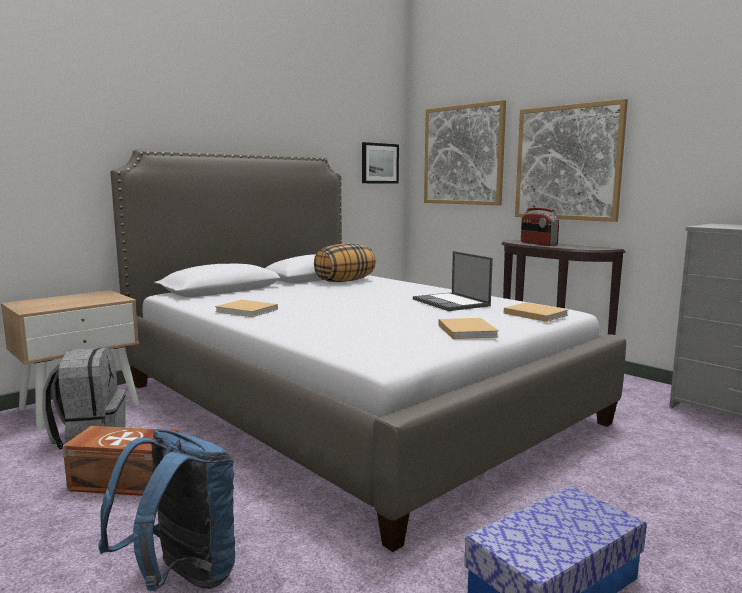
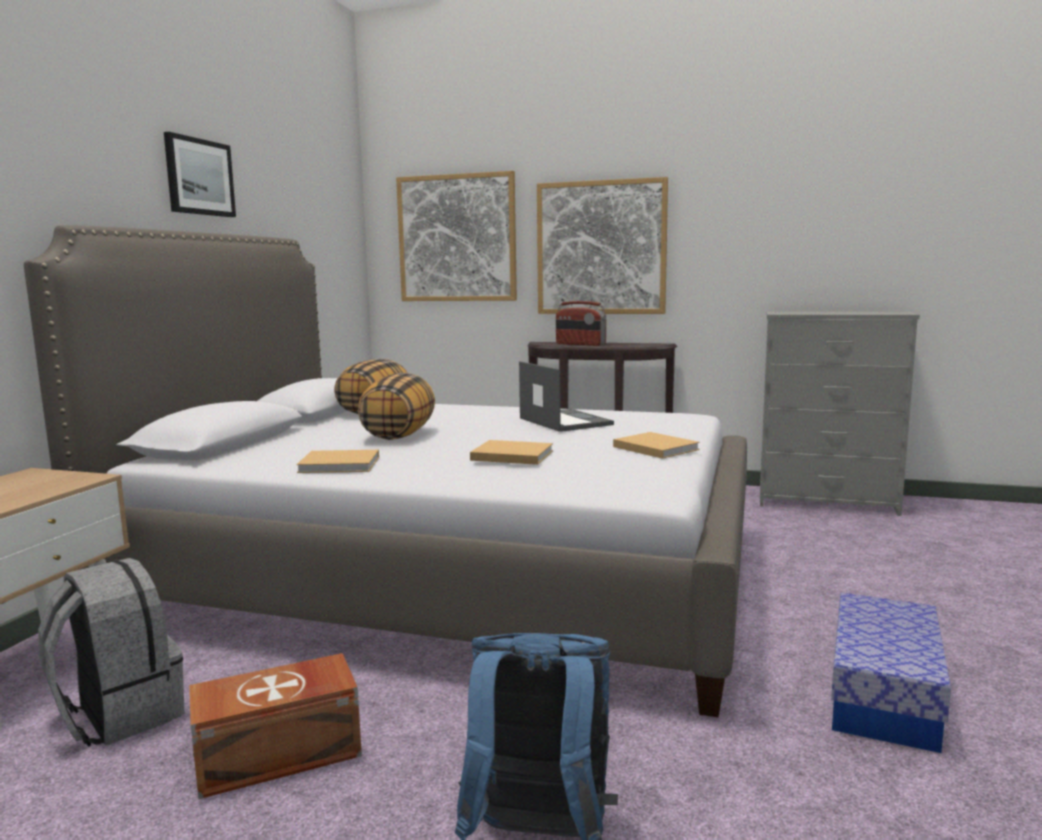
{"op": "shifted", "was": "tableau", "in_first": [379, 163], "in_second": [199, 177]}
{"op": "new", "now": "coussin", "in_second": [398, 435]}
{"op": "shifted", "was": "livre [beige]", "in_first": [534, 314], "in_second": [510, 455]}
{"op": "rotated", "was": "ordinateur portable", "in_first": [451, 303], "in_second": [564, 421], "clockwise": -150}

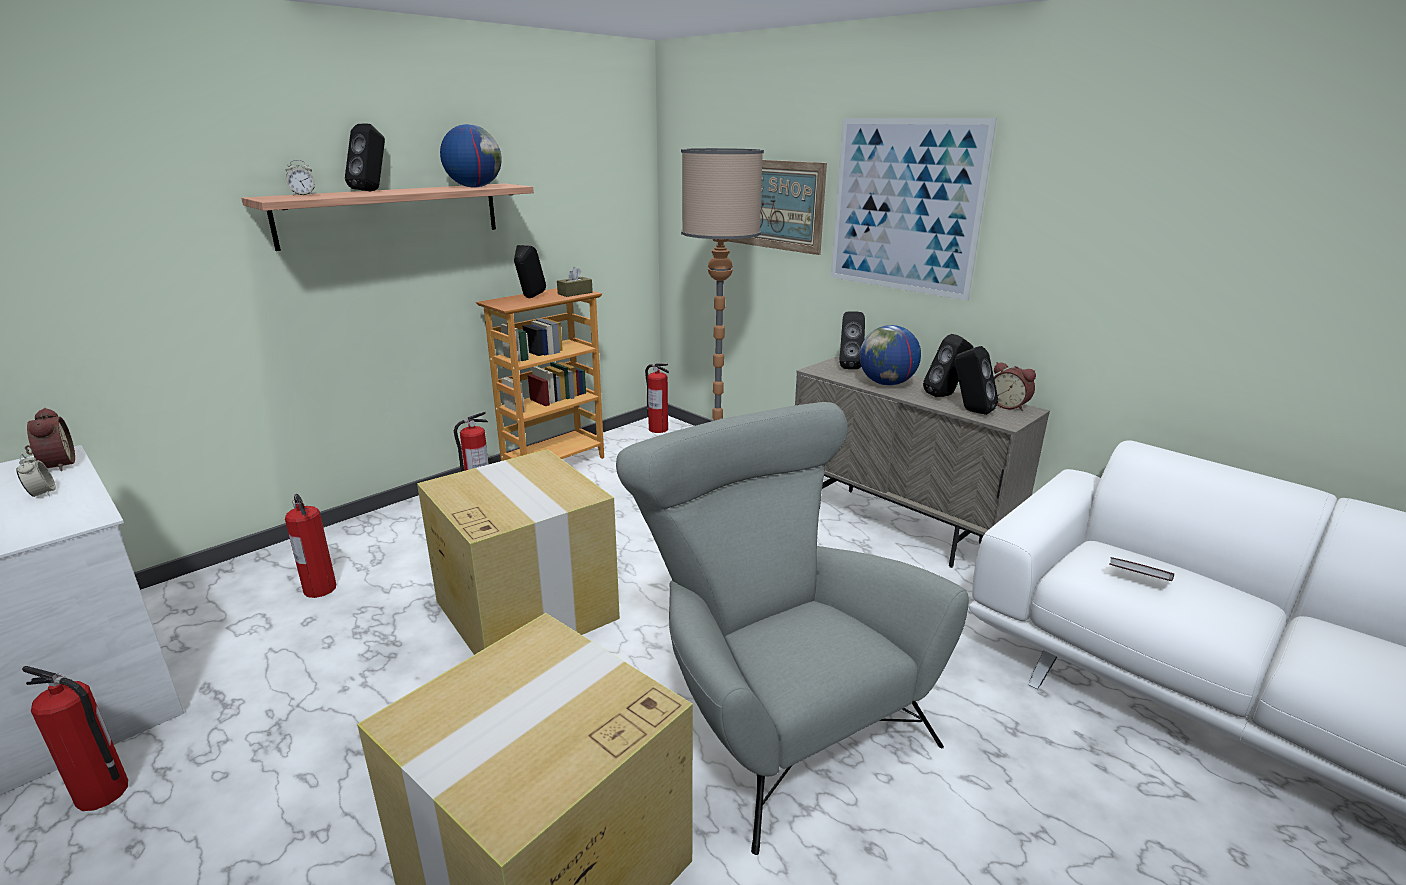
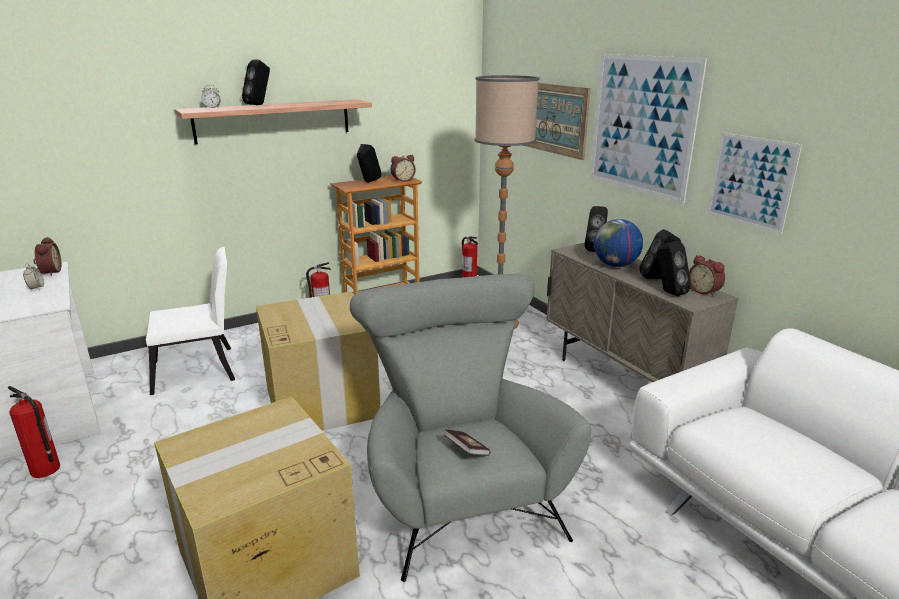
{"op": "swapped", "was": "extincteur", "now": "chaise [blanc]", "in_first": [320, 588], "in_second": [200, 370]}
{"op": "swapped", "was": "boîte à mouchoirs [marron]", "now": "réveil", "in_first": [575, 293], "in_second": [402, 180]}
{"op": "shifted", "was": "livre", "in_first": [1138, 579], "in_second": [466, 450]}
{"op": "new", "now": "tableau", "in_second": [751, 181]}
{"op": "gone", "was": "globe", "in_first": [474, 187]}

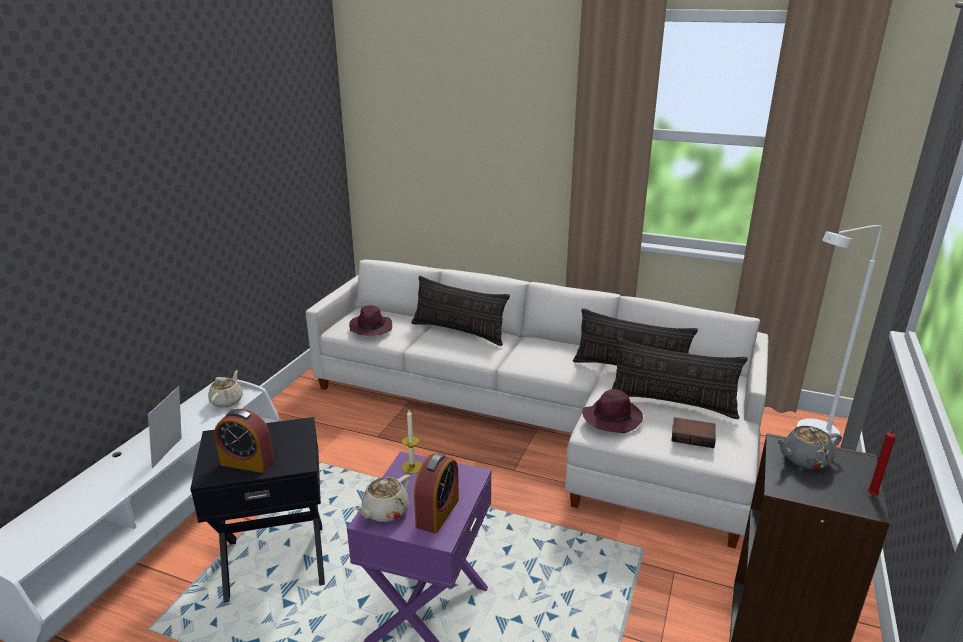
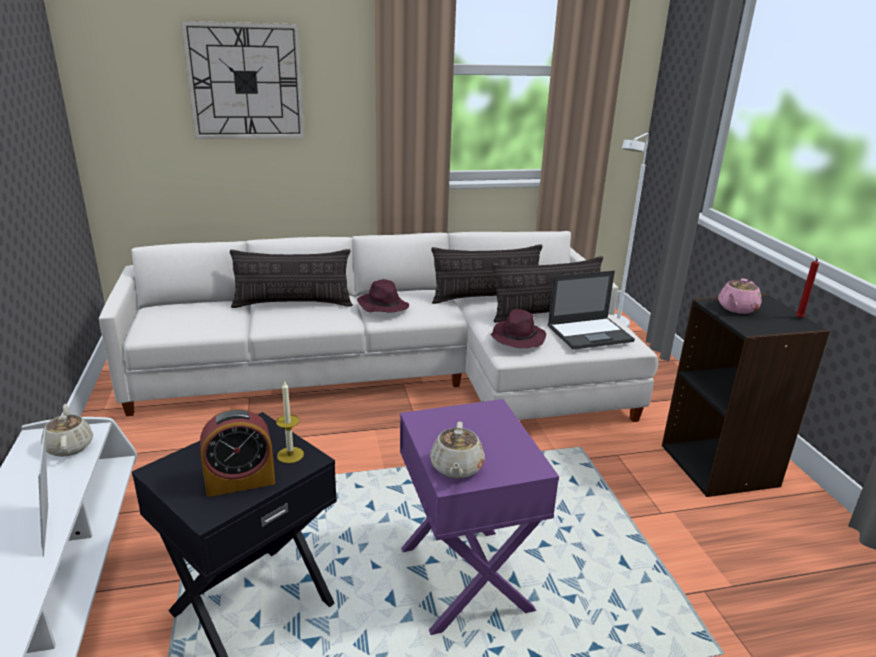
{"op": "new", "now": "horloge murale", "in_second": [245, 82]}
{"op": "shifted", "was": "bougie", "in_first": [412, 467], "in_second": [290, 455]}
{"op": "shifted", "was": "chapeau [violet]", "in_first": [370, 328], "in_second": [382, 306]}
{"op": "swapped", "was": "livre", "now": "ordinateur portable", "in_first": [693, 436], "in_second": [590, 333]}
{"op": "repainted", "was": "théière [gris]", "now": "théière [rose]", "in_first": [804, 459], "in_second": [736, 308]}
{"op": "gone", "was": "réveil", "in_first": [437, 513]}

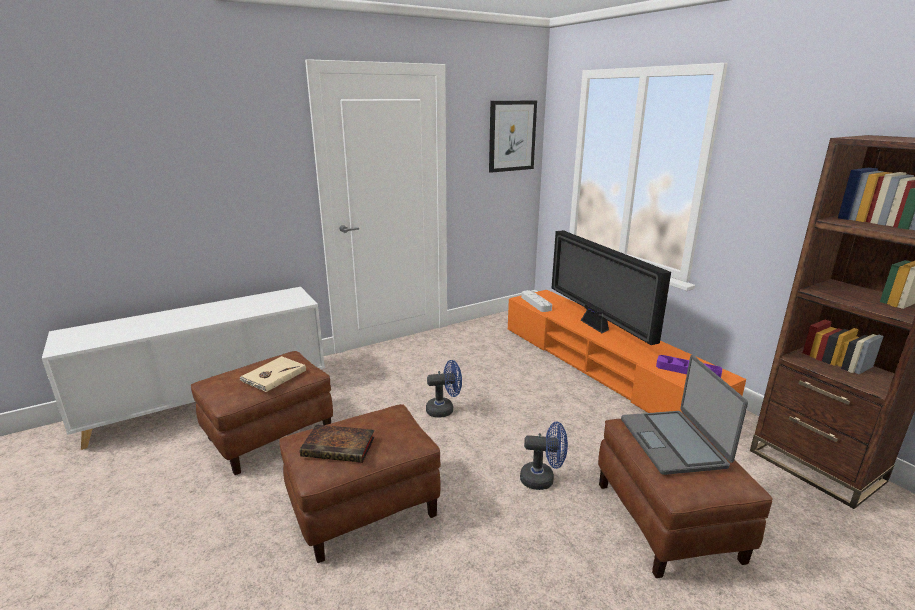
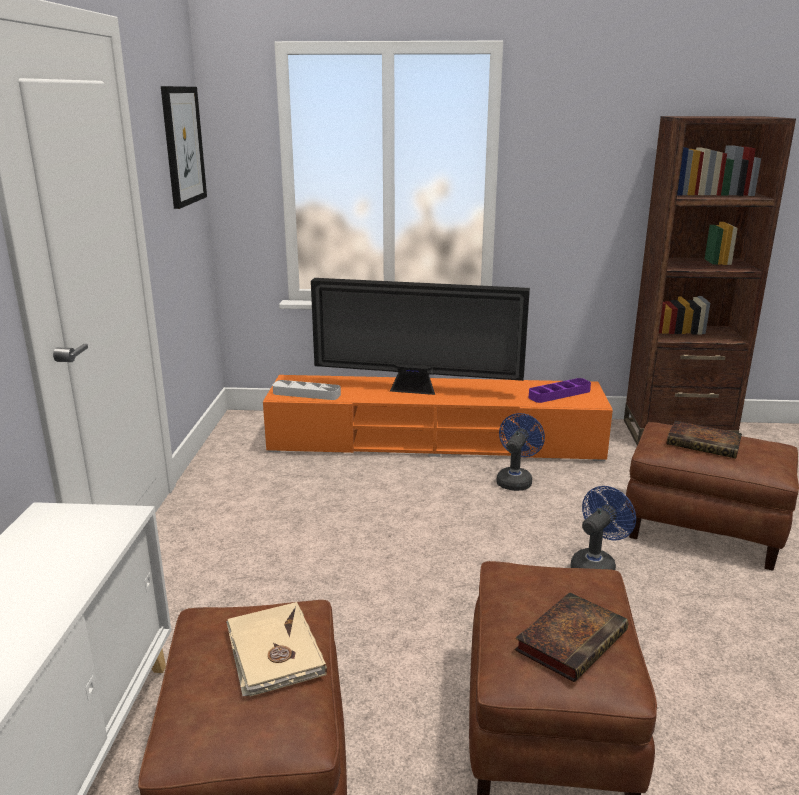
{"op": "shifted", "was": "ventilateur [bleu]", "in_first": [444, 409], "in_second": [515, 480]}
{"op": "swapped", "was": "ordinateur portable", "now": "livre", "in_first": [673, 442], "in_second": [705, 444]}

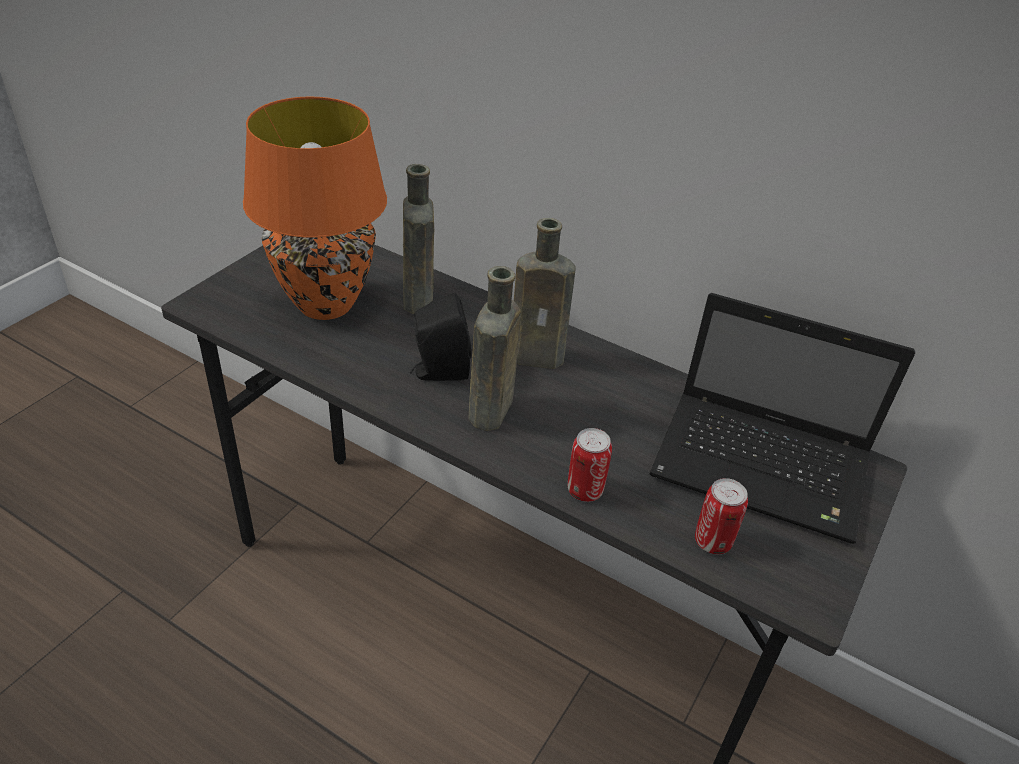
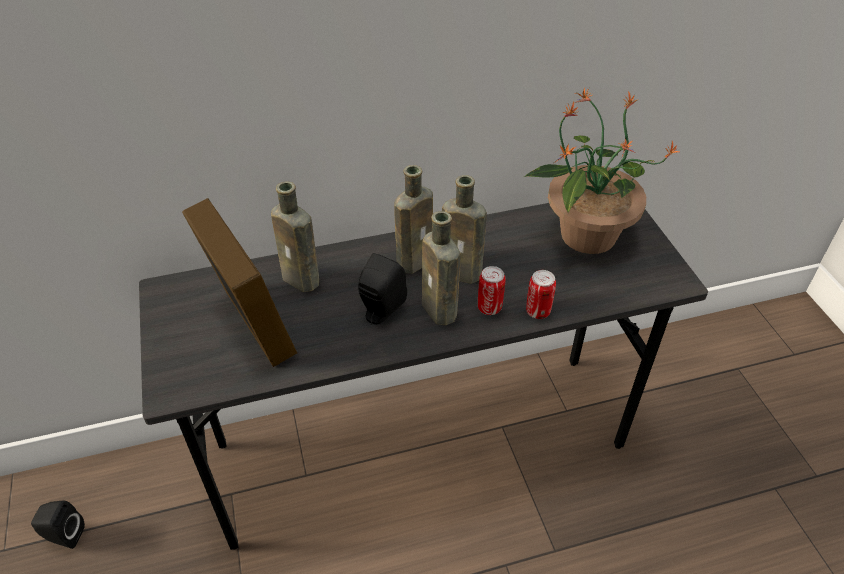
{"op": "new", "now": "enceinte [noir]", "in_second": [64, 536]}
{"op": "swapped", "was": "lampe de table [orange]", "now": "cadre photo", "in_first": [326, 303], "in_second": [251, 326]}
{"op": "new", "now": "bouteille [marron]", "in_second": [464, 273]}
{"op": "shifted", "was": "boîte métallique", "in_first": [712, 542], "in_second": [489, 308]}
{"op": "swapped", "was": "ordinateur portable", "now": "plante en pot", "in_first": [765, 468], "in_second": [586, 235]}

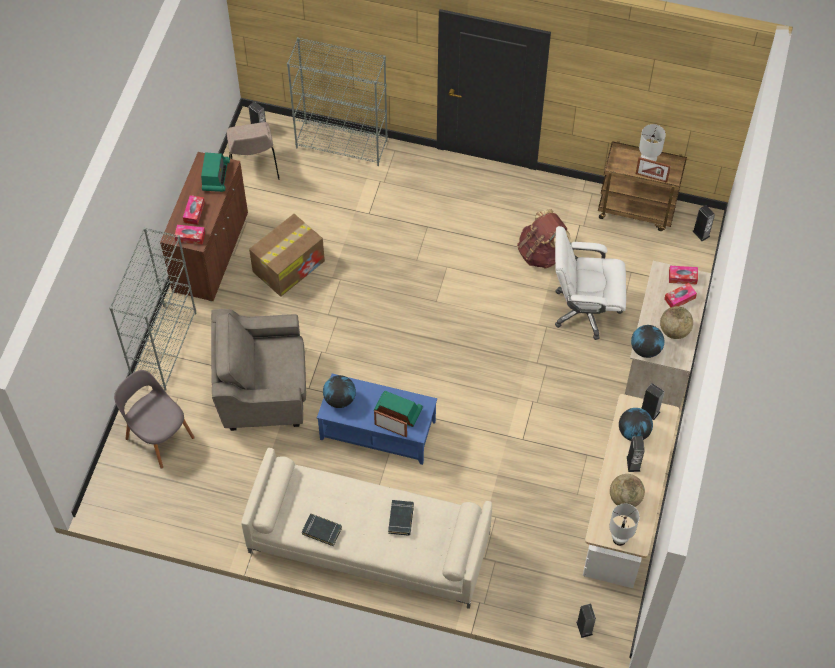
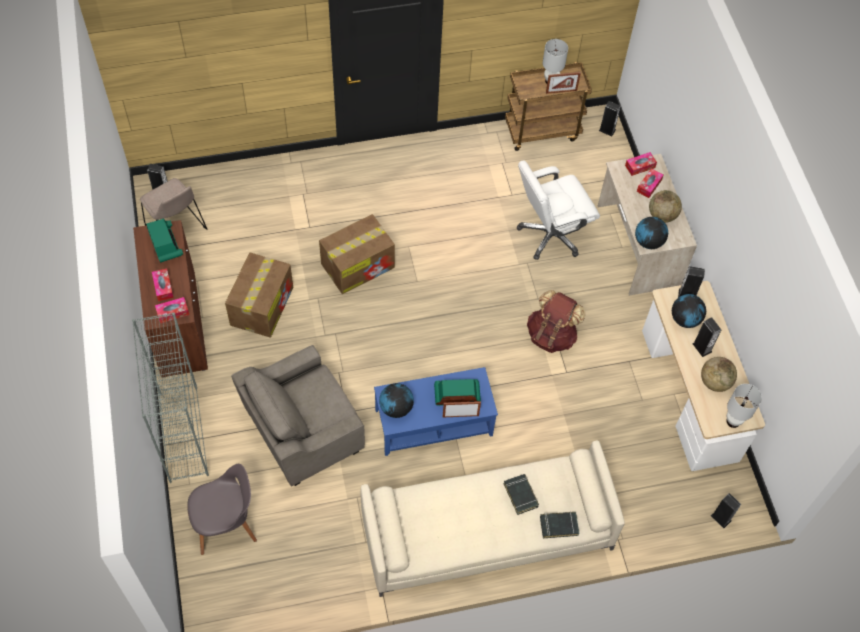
{"op": "rotated", "was": "chaise [gris]", "in_first": [158, 436], "in_second": [226, 524], "clockwise": 150}
{"op": "new", "now": "carton", "in_second": [358, 265]}
{"op": "shifted", "was": "sac à dos [marron]", "in_first": [541, 253], "in_second": [551, 335]}
{"op": "shifted", "was": "livre [noir]", "in_first": [322, 530], "in_second": [559, 525]}
{"op": "gone", "was": "bibliothèque [gris]", "in_first": [342, 144]}

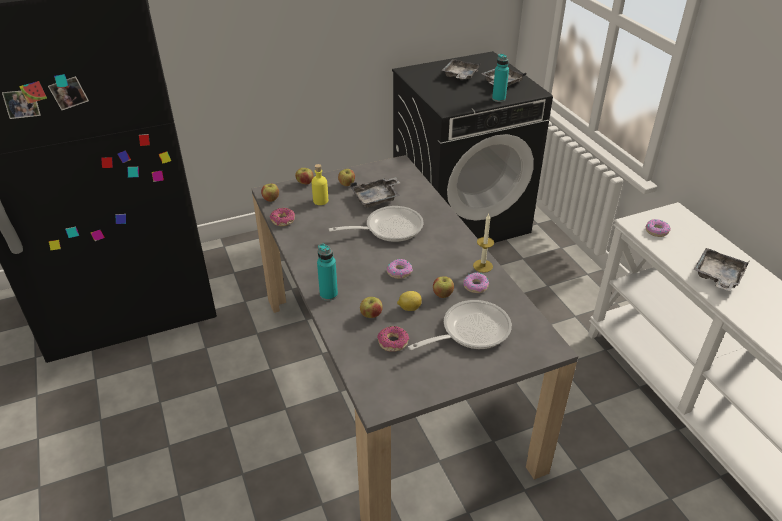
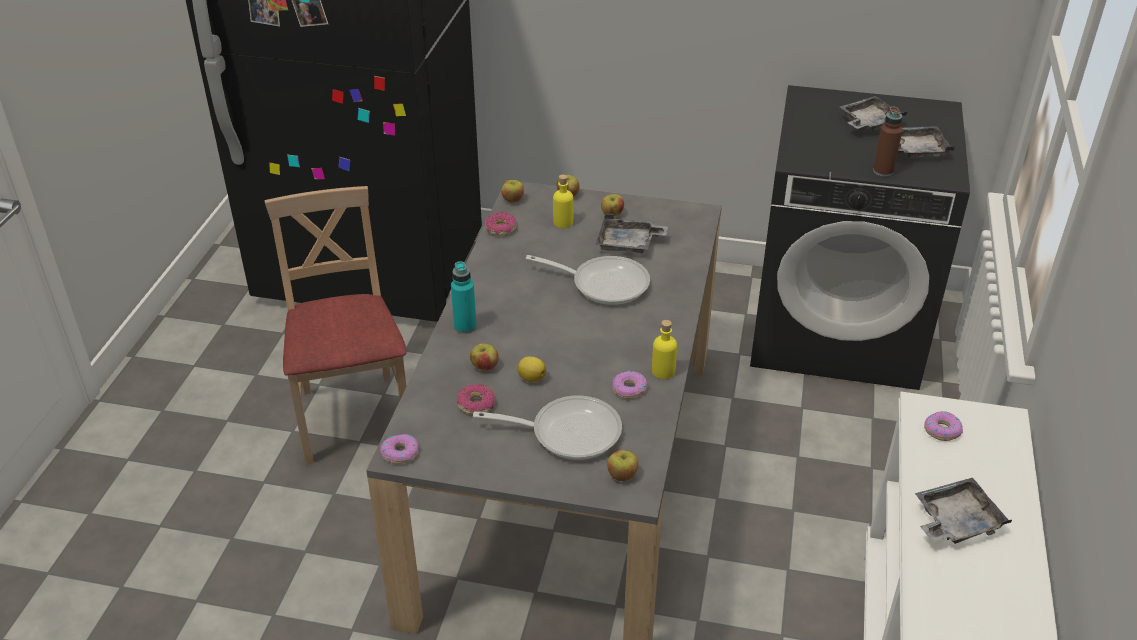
{"op": "new", "now": "chaise [beige]", "in_second": [354, 418]}
{"op": "shifted", "was": "beignet", "in_first": [399, 272], "in_second": [400, 453]}
{"op": "shifted", "was": "pomme", "in_first": [442, 294], "in_second": [622, 475]}
{"op": "swapped", "was": "bougie", "now": "bouteille [jaune]", "in_first": [482, 266], "in_second": [663, 371]}
{"op": "repainted", "was": "bouteille [turquoise]", "now": "bouteille [marron]", "in_first": [498, 99], "in_second": [883, 171]}

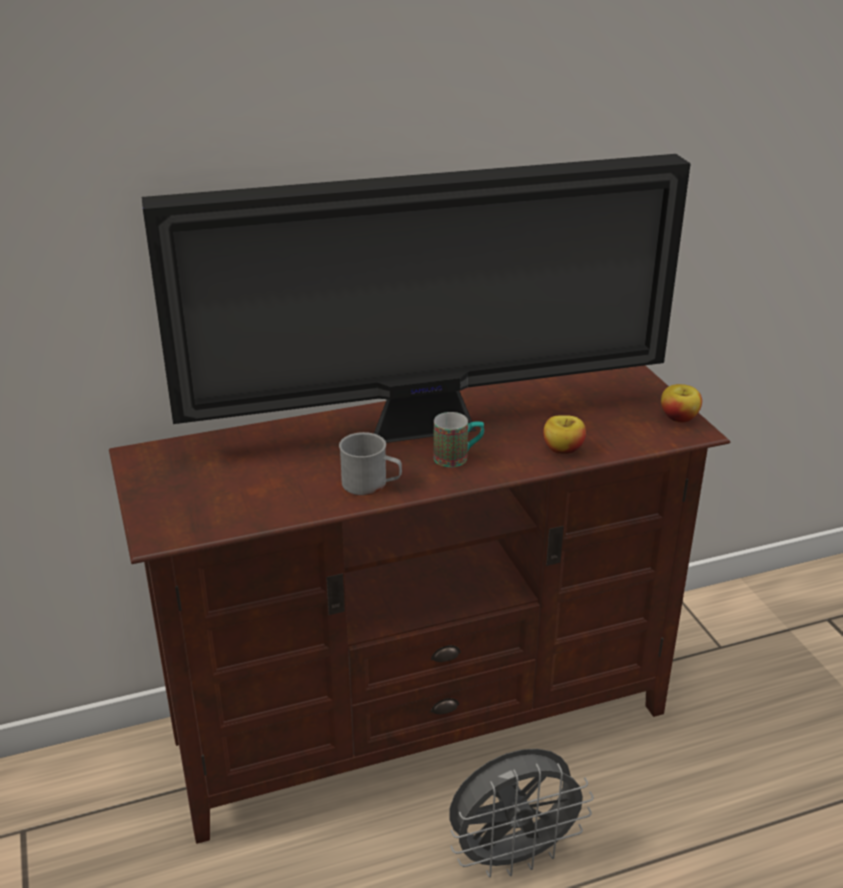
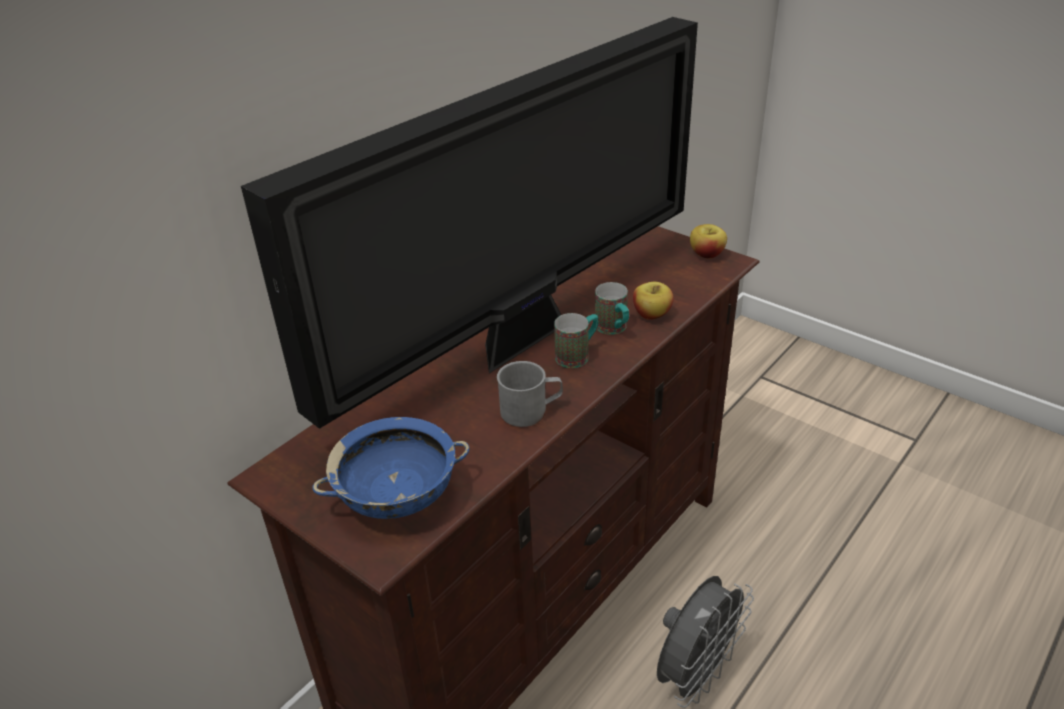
{"op": "new", "now": "bol [bleu]", "in_second": [396, 495]}
{"op": "new", "now": "mug", "in_second": [614, 329]}

